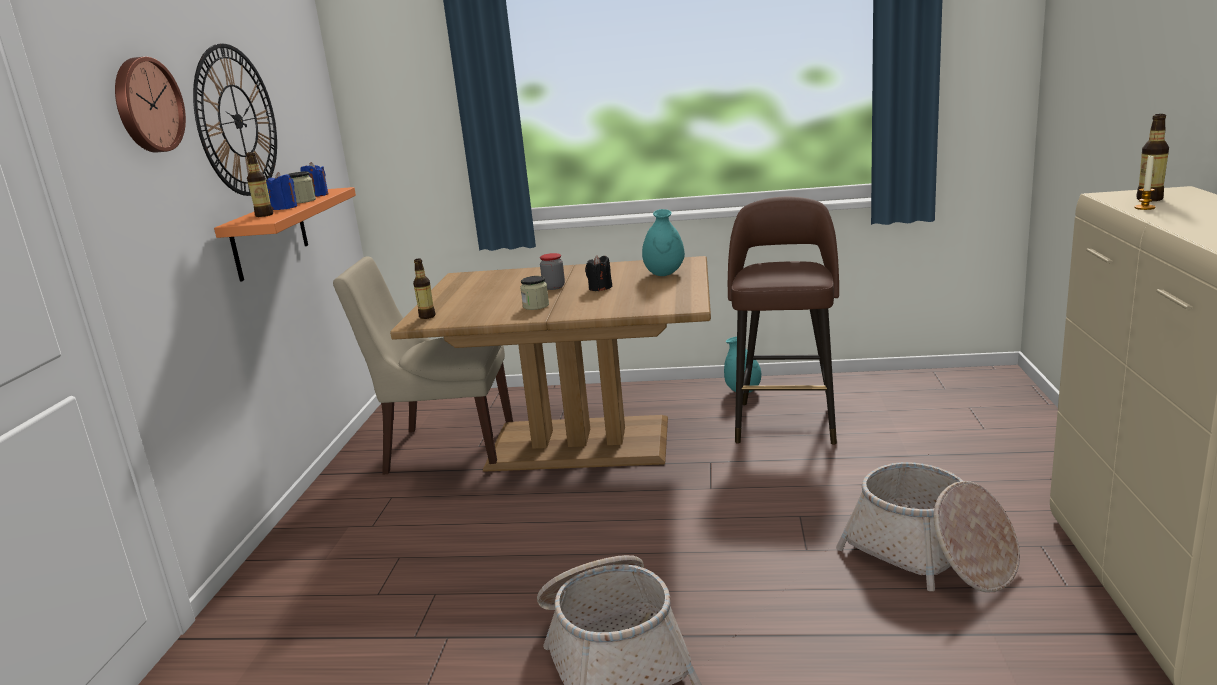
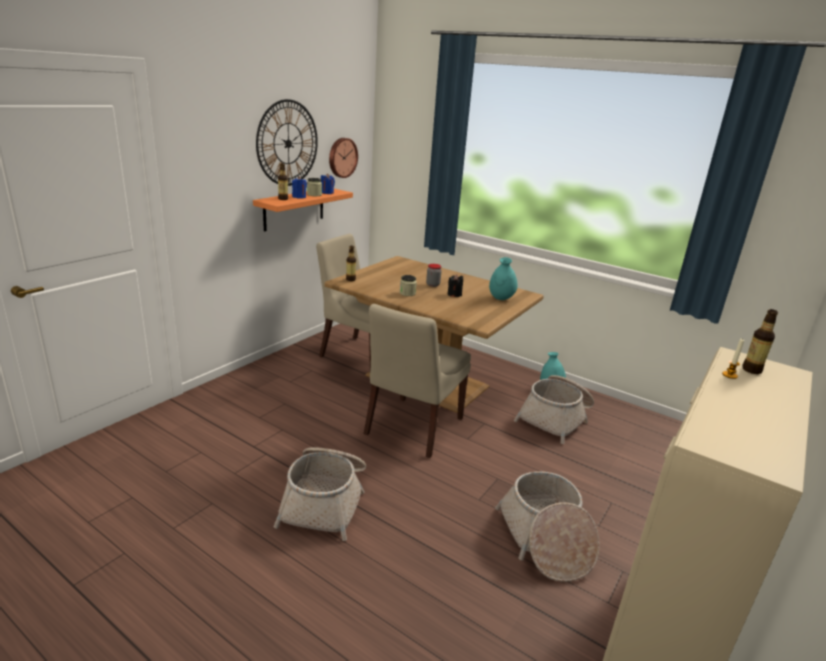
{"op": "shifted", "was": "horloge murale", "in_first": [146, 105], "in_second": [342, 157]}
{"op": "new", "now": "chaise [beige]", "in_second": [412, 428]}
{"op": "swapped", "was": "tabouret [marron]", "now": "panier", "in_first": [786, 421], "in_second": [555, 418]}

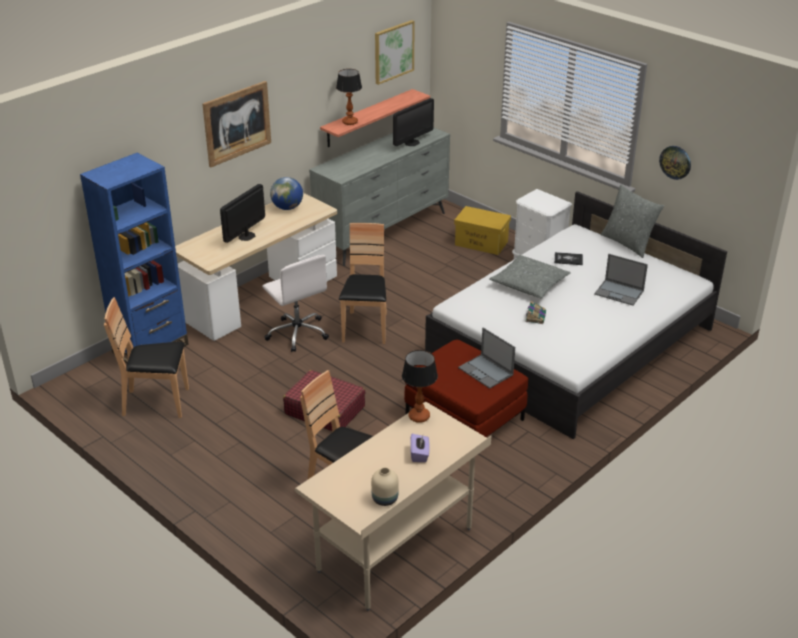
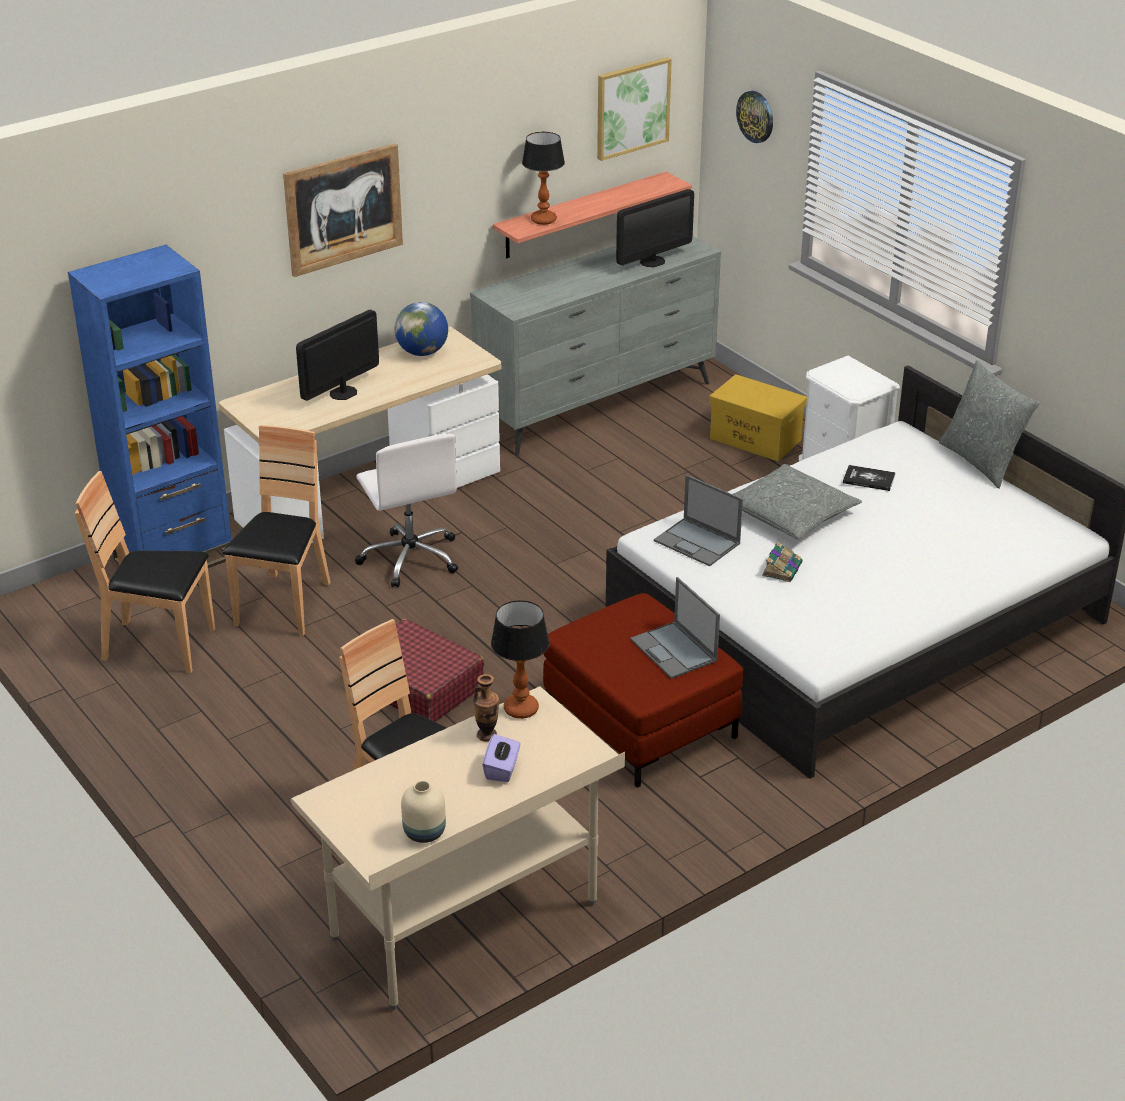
{"op": "shifted", "was": "chaise [marron]", "in_first": [366, 328], "in_second": [284, 605]}
{"op": "new", "now": "vase", "in_second": [487, 735]}
{"op": "shifted", "was": "ordinateur portable", "in_first": [619, 292], "in_second": [698, 542]}
{"op": "shifted", "was": "horloge murale", "in_first": [675, 162], "in_second": [756, 116]}

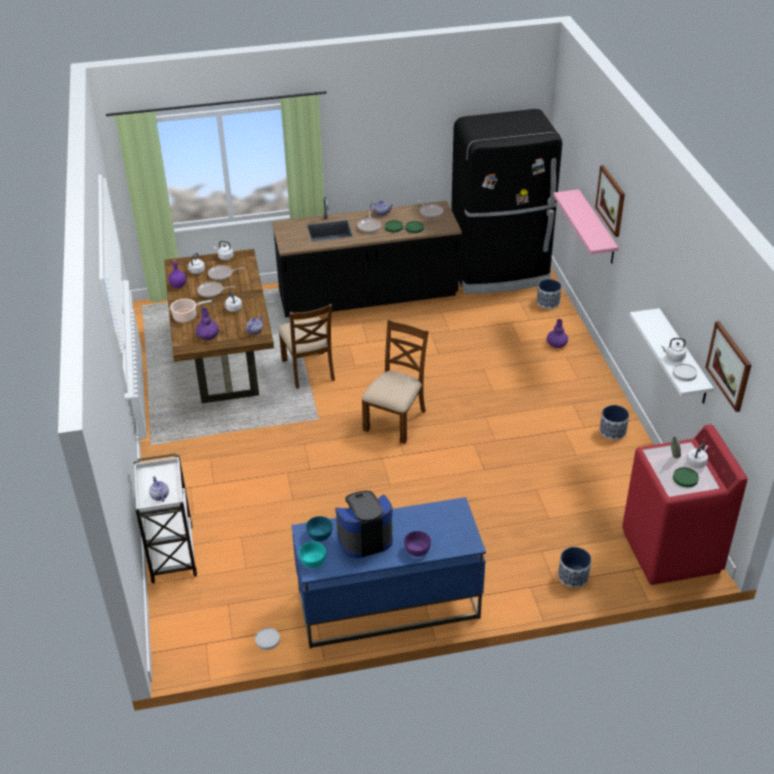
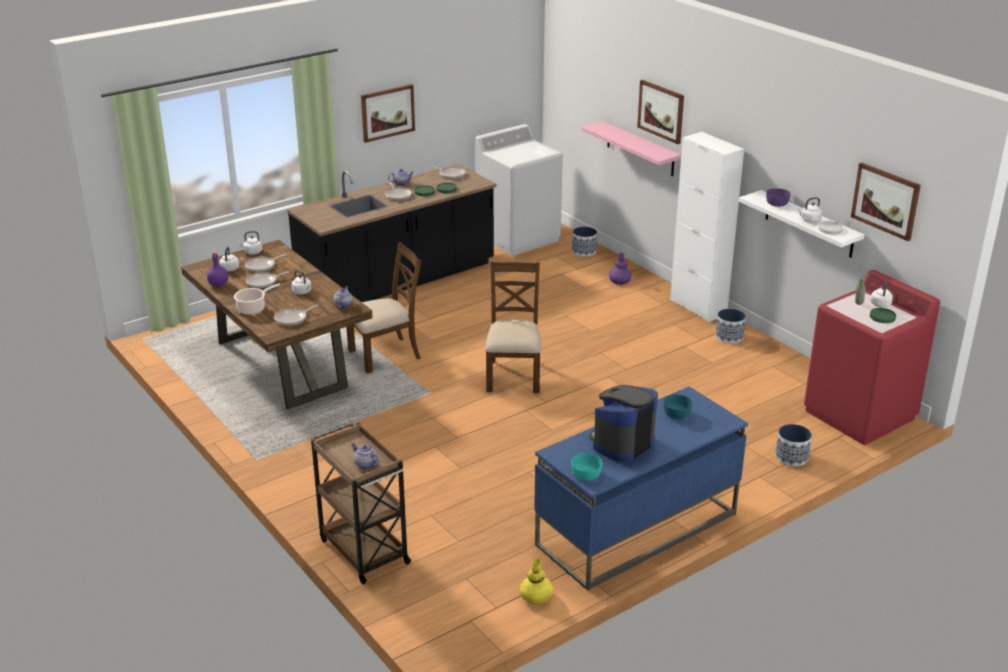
{"op": "swapped", "was": "vase [violet]", "now": "poêle", "in_first": [208, 335], "in_second": [292, 319]}
{"op": "repainted", "was": "chariot [blanc]", "now": "chariot [marron]", "in_first": [172, 552], "in_second": [363, 550]}
{"op": "rotated", "was": "chaise [marron]", "in_first": [309, 370], "in_second": [385, 354], "clockwise": -75}
{"op": "new", "now": "tableau", "in_second": [387, 112]}
{"op": "swapped", "was": "réfrigérateur [noir]", "now": "lave-linge [blanc]", "in_first": [500, 273], "in_second": [518, 237]}
{"op": "swapped", "was": "assiette [blanc]", "now": "vase [jaune]", "in_first": [267, 639], "in_second": [536, 597]}
{"op": "shifted", "was": "bol [turquoise]", "in_first": [319, 534], "in_second": [676, 414]}
{"op": "new", "now": "meuble de rangement [blanc]", "in_second": [698, 307]}
{"op": "shifted", "was": "bol [violet]", "in_first": [417, 549], "in_second": [776, 204]}

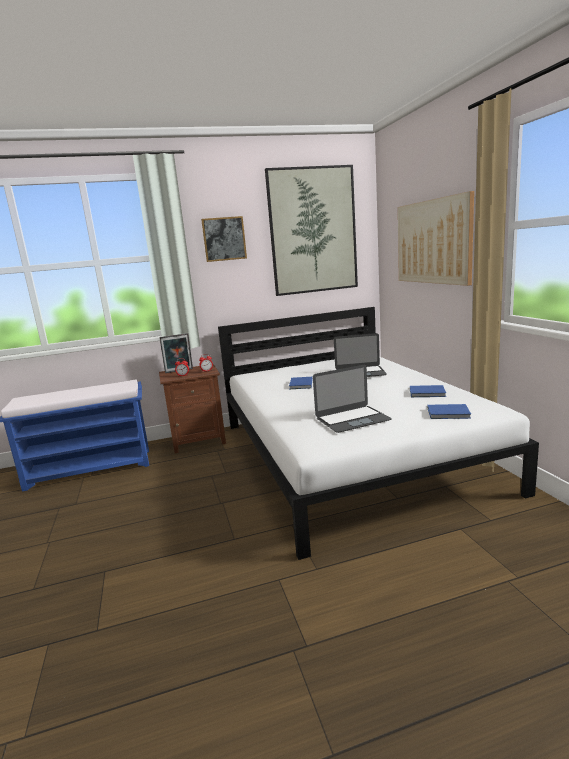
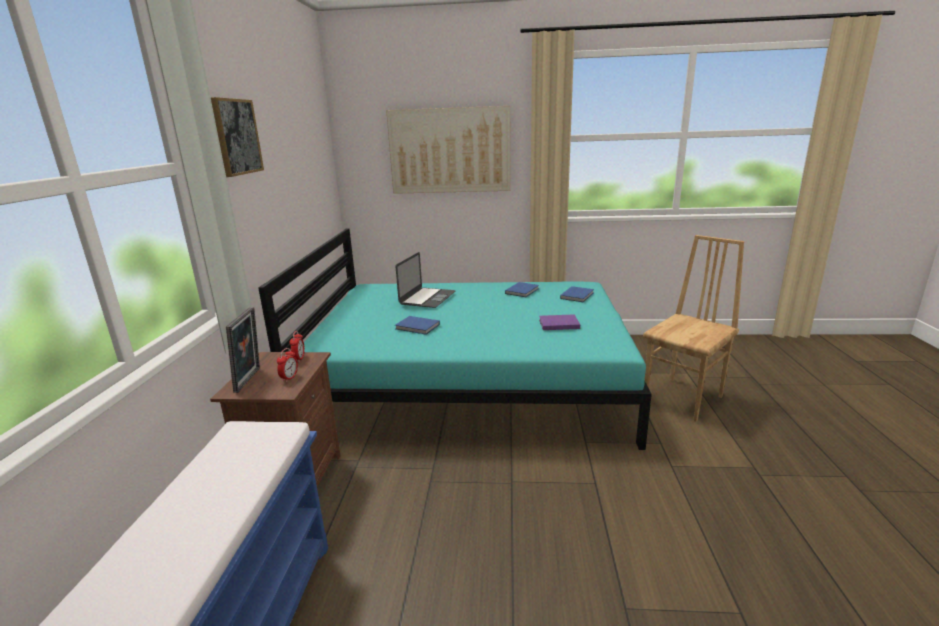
{"op": "repainted", "was": "lit [blanc]", "now": "lit [turquoise]", "in_first": [350, 454], "in_second": [470, 381]}
{"op": "swapped", "was": "ordinateur portable", "now": "livre [violet]", "in_first": [352, 419], "in_second": [557, 324]}
{"op": "new", "now": "chaise [marron]", "in_second": [684, 399]}
{"op": "gone", "was": "tableau", "in_first": [313, 231]}

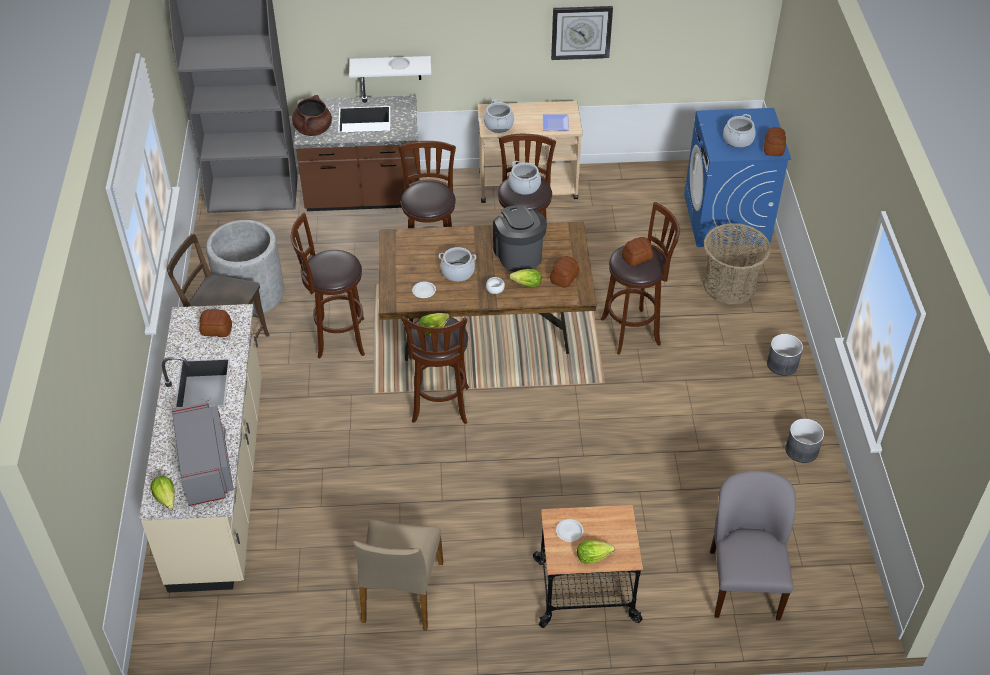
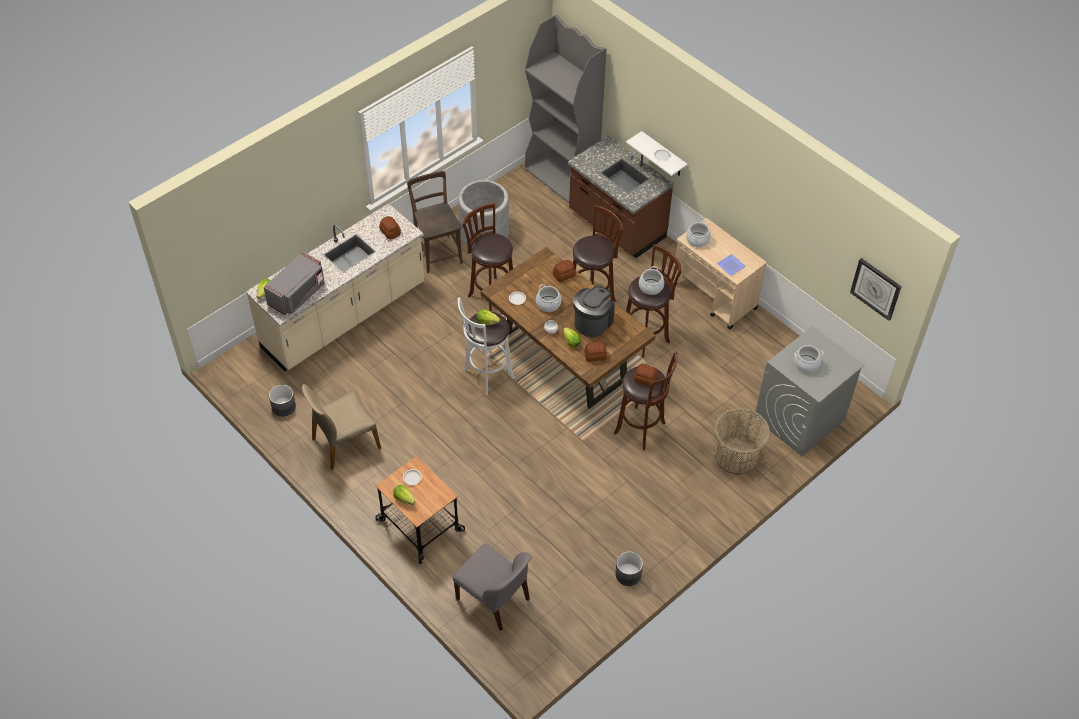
{"op": "shifted", "was": "cache-pot [gris]", "in_first": [782, 364], "in_second": [284, 406]}
{"op": "rotated", "was": "chaise [gris]", "in_first": [743, 583], "in_second": [494, 600], "clockwise": 75}
{"op": "repainted", "was": "tabouret [marron]", "now": "tabouret [blanc]", "in_first": [440, 407], "in_second": [486, 375]}
{"op": "shifted", "was": "pain", "in_first": [774, 148], "in_second": [564, 275]}
{"op": "repainted", "was": "lave-linge [bleu]", "now": "lave-linge [gris]", "in_first": [726, 219], "in_second": [799, 419]}
{"op": "shifted", "was": "horloge murale", "in_first": [581, 32], "in_second": [876, 288]}
{"op": "gone", "was": "marmite [marron]", "in_first": [313, 129]}

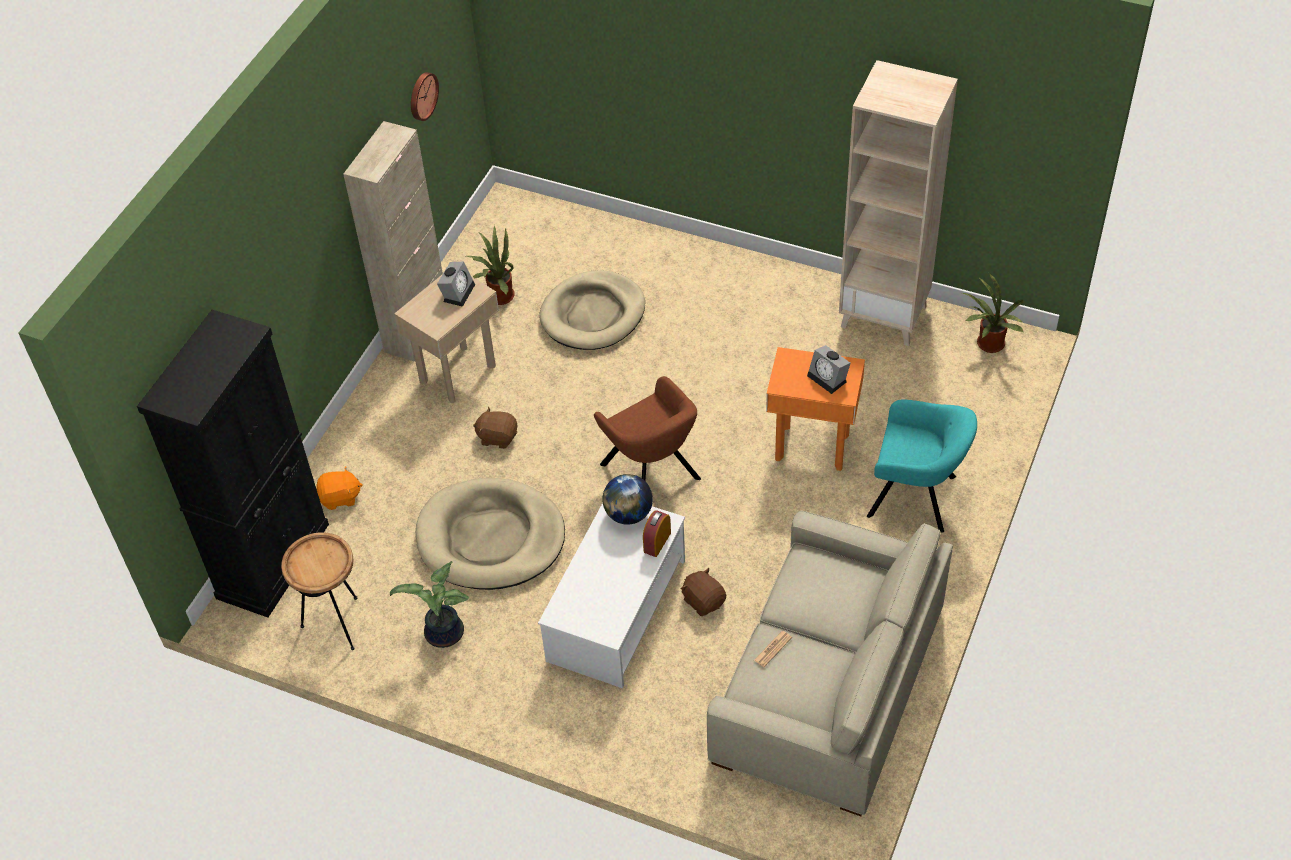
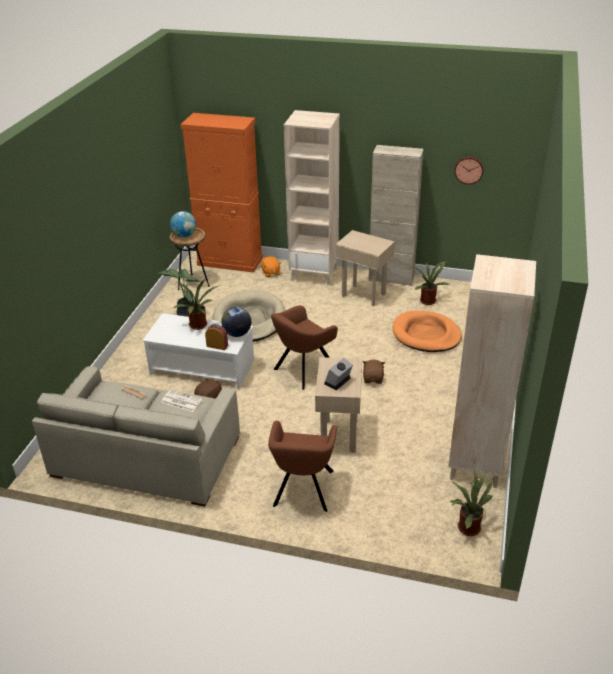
{"op": "new", "now": "journal", "in_second": [181, 401]}
{"op": "new", "now": "globe", "in_second": [184, 236]}
{"op": "new", "now": "plante en pot", "in_second": [198, 326]}
{"op": "repainted", "was": "meuble de rangement [noir]", "now": "meuble de rangement [orange]", "in_first": [273, 560], "in_second": [230, 261]}
{"op": "repainted", "was": "fauteuil [turquoise]", "now": "fauteuil [marron]", "in_first": [916, 497], "in_second": [303, 490]}
{"op": "new", "now": "bibliothèque [beige]", "in_second": [314, 274]}
{"op": "repainted", "was": "table d'appoint [orange]", "now": "table d'appoint [beige]", "in_first": [812, 447], "in_second": [338, 436]}
{"op": "shifted", "was": "peluche [marron]", "in_first": [497, 437], "in_second": [373, 379]}
{"op": "repainted", "was": "panier pour chien [beige]", "now": "panier pour chien [orange]", "in_first": [593, 314], "in_second": [426, 335]}
{"op": "gone", "was": "réveil", "in_first": [458, 292]}

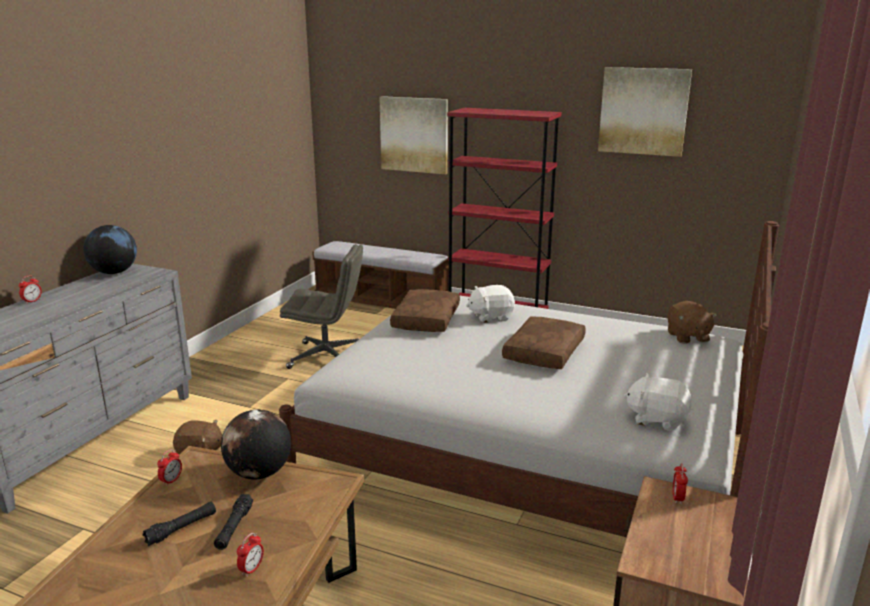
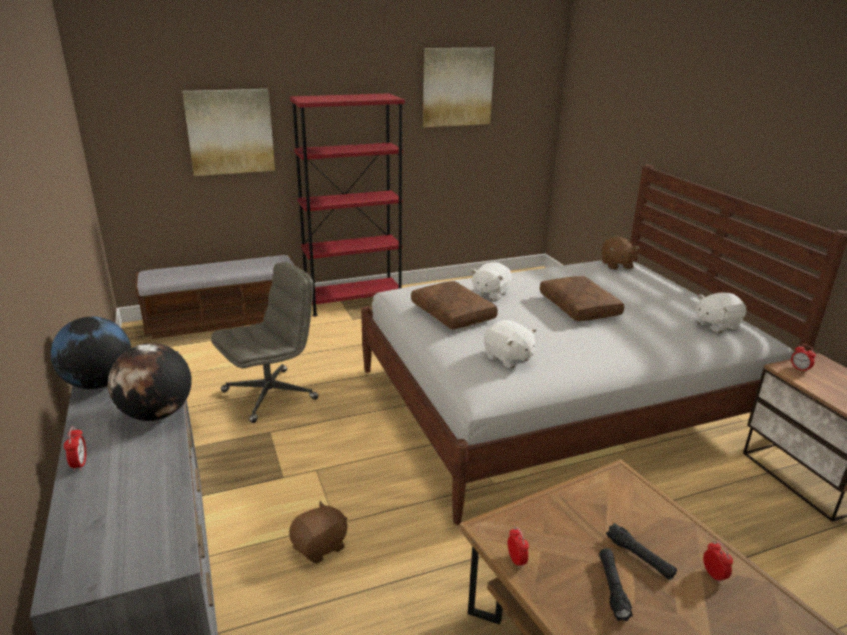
{"op": "shifted", "was": "globe", "in_first": [259, 474], "in_second": [157, 414]}
{"op": "new", "now": "peluche [blanc]", "in_second": [508, 358]}
{"op": "rotated", "was": "peluche [marron]", "in_first": [687, 337], "in_second": [616, 265], "clockwise": 45}

